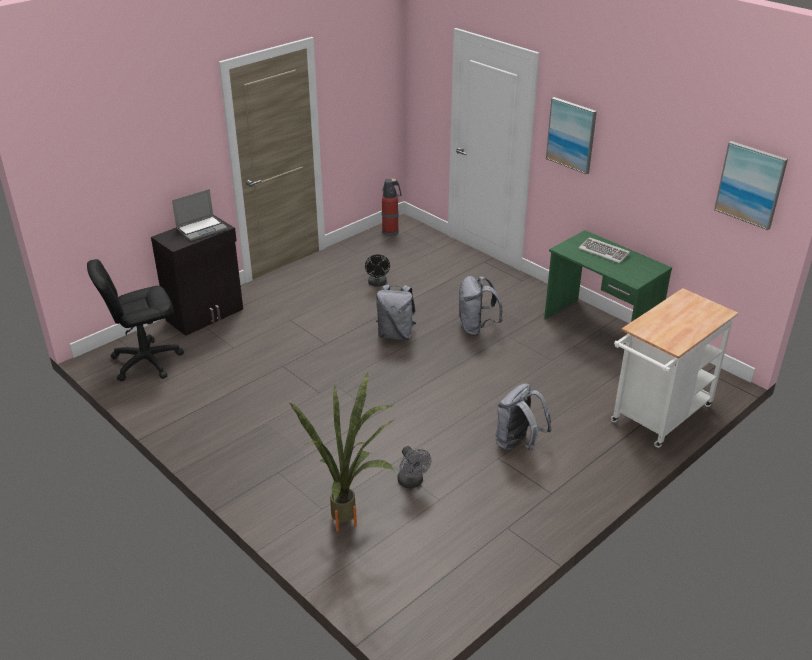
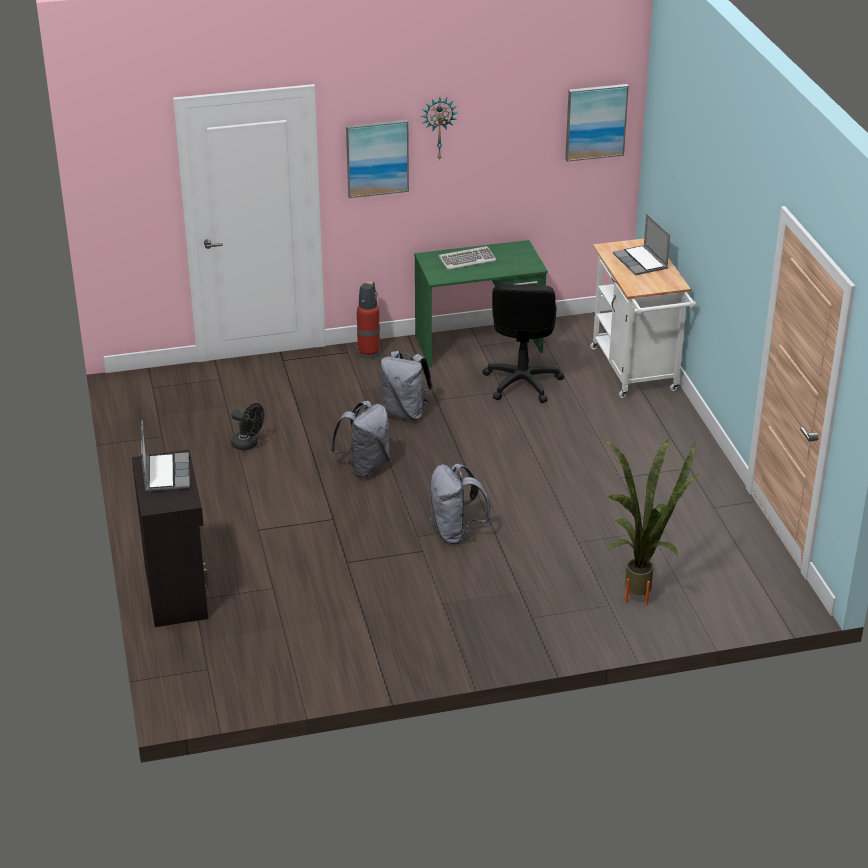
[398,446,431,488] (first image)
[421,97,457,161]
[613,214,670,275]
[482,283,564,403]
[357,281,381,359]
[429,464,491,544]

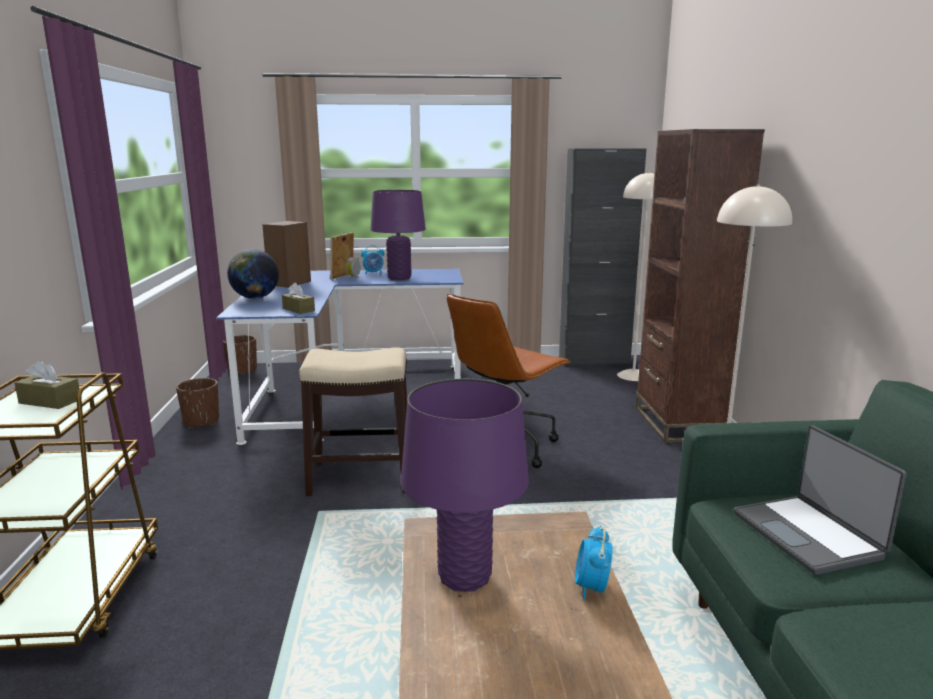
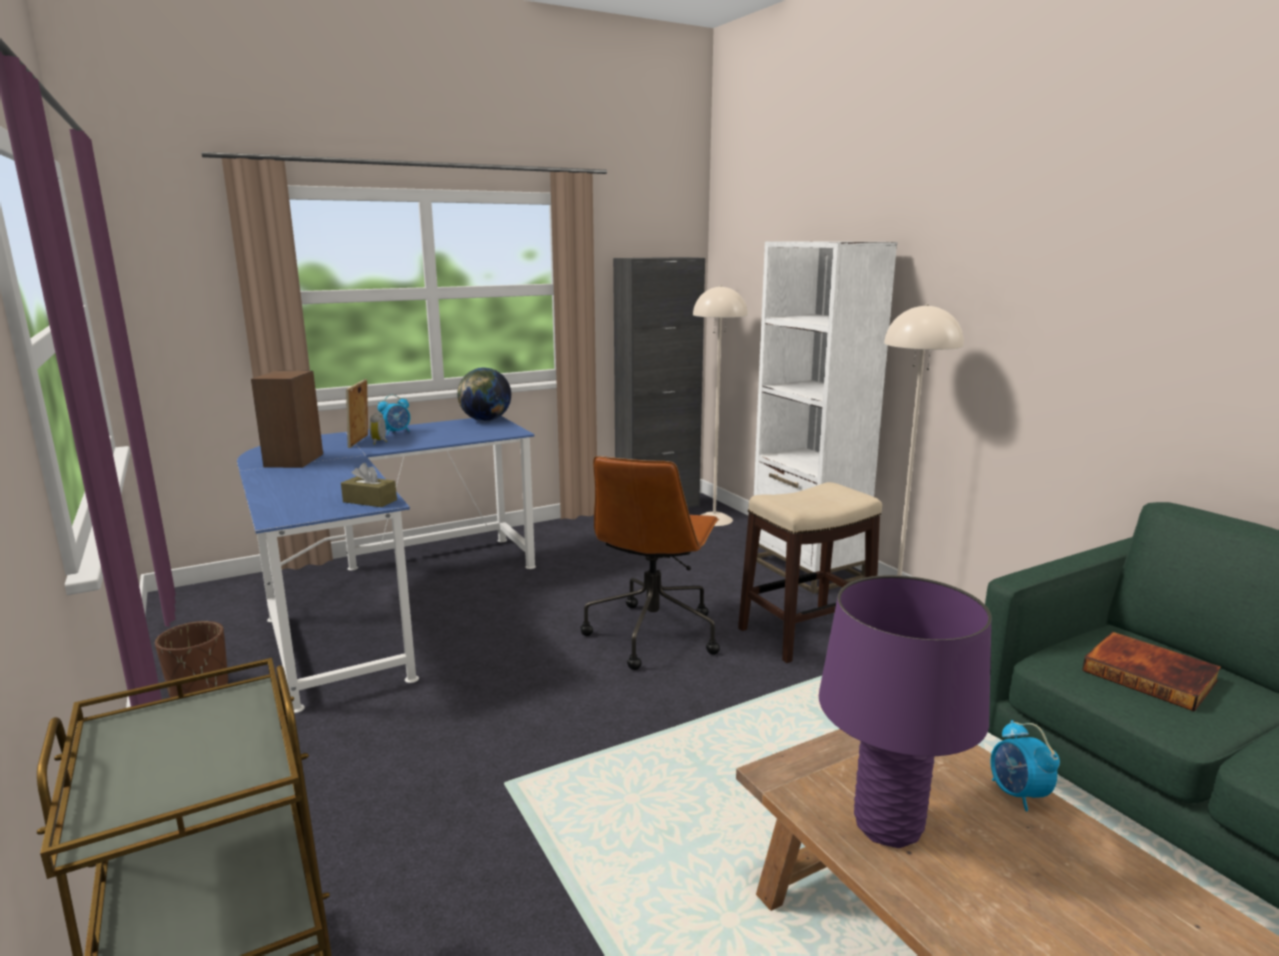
[15,360,79,409] (first image)
[223,335,257,375] (first image)
[370,190,426,280] (first image)
[457,368,511,422]
[738,482,882,663]
[1082,632,1221,712]
[754,241,898,594]

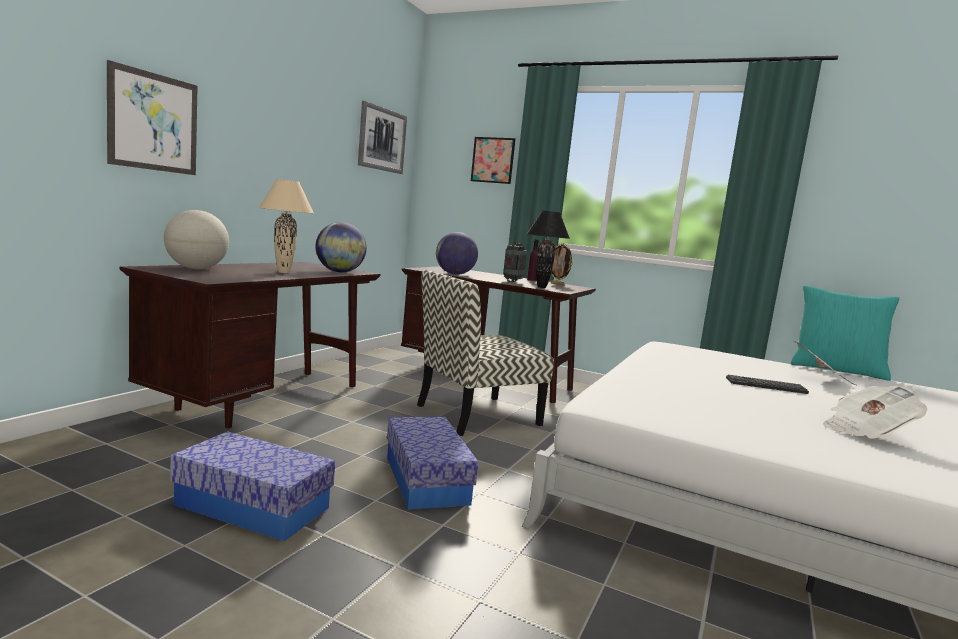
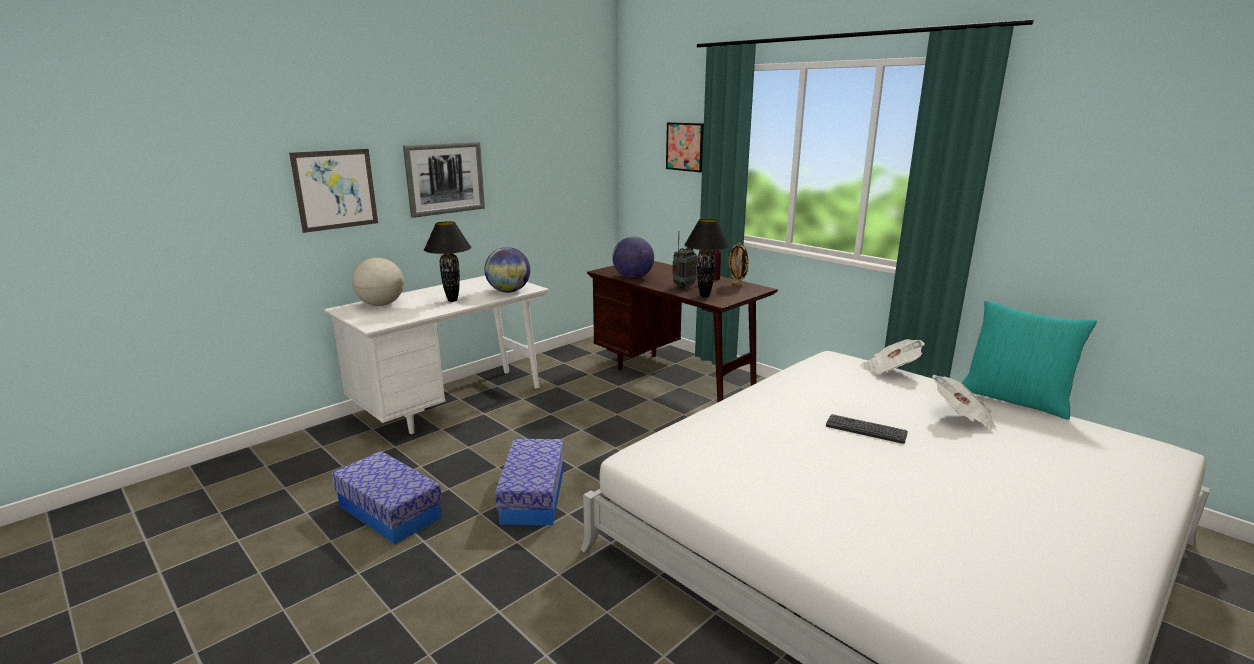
[417,270,554,436] (first image)
[403,142,485,218]
[860,339,925,375]
[324,276,549,434]
[424,221,471,302]

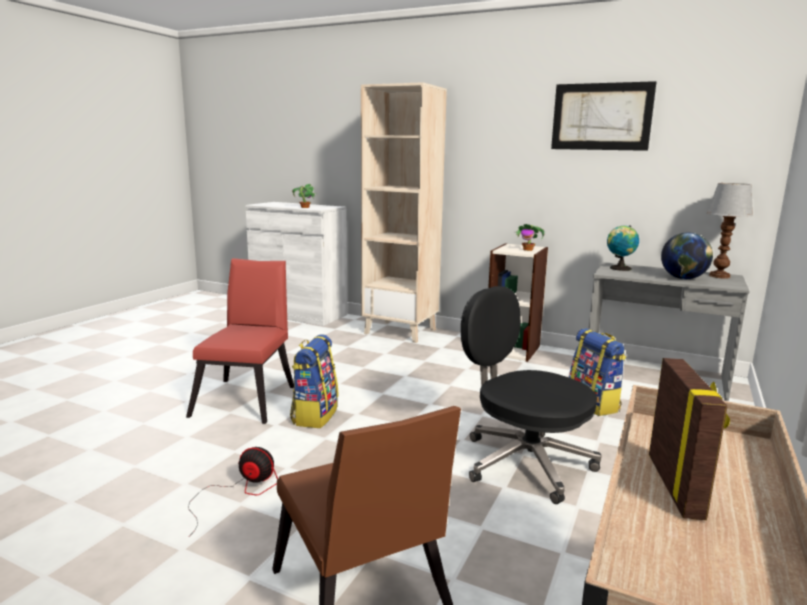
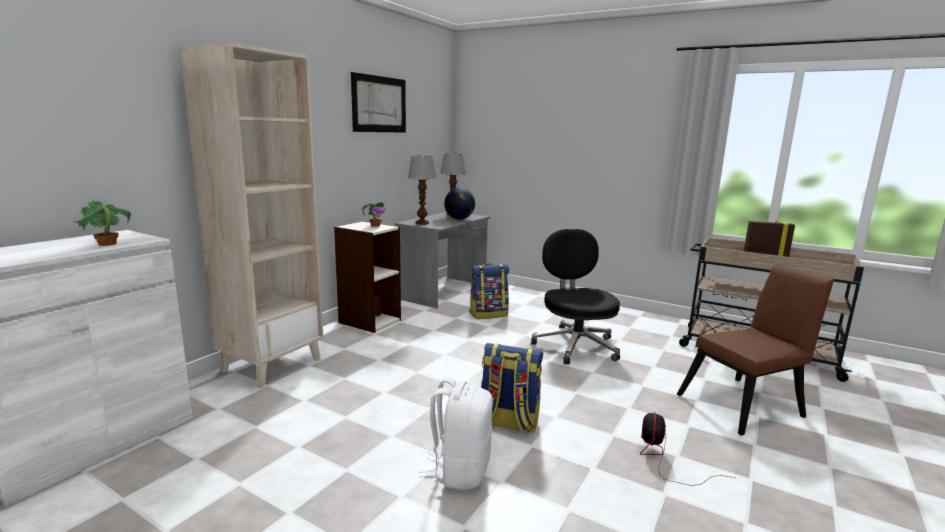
[419,377,493,490]
[408,155,437,225]
[531,229,620,364]

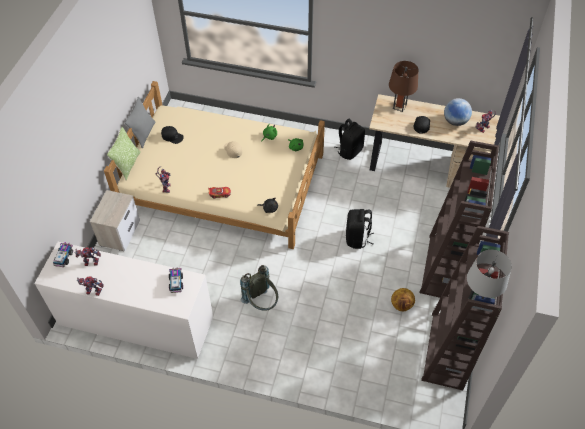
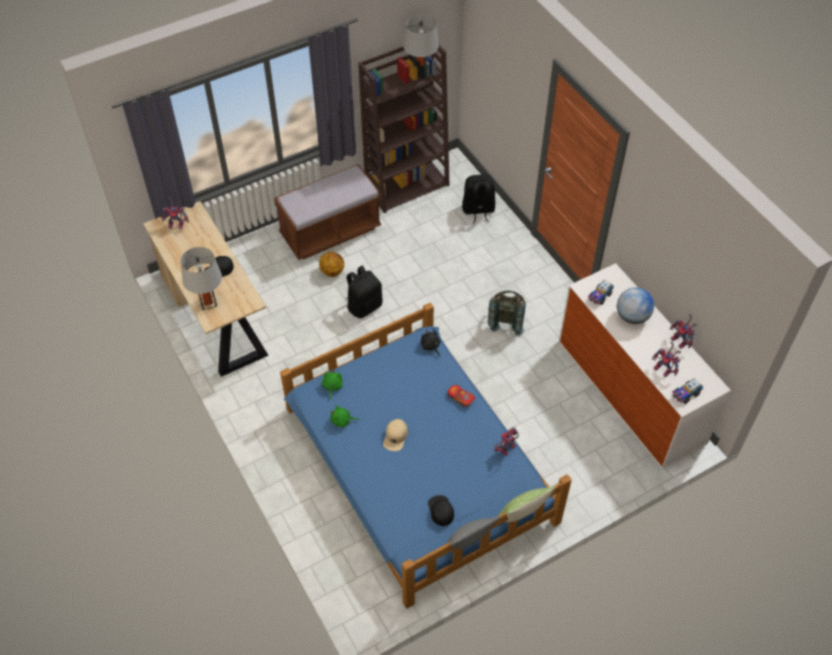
[90,190,140,251] (first image)
[462,174,495,223]
[319,252,344,277]
[617,287,654,324]
[274,164,381,260]
[280,303,572,609]
[181,247,222,310]

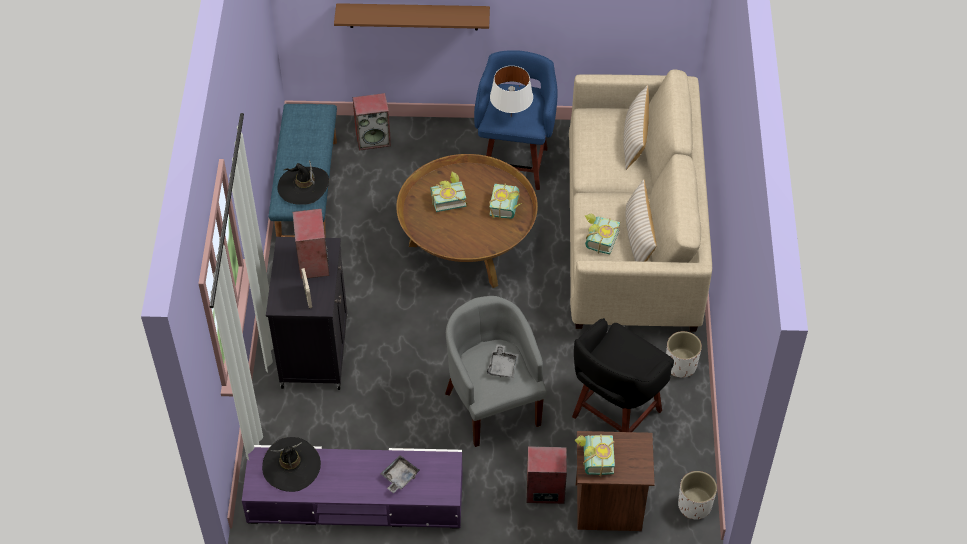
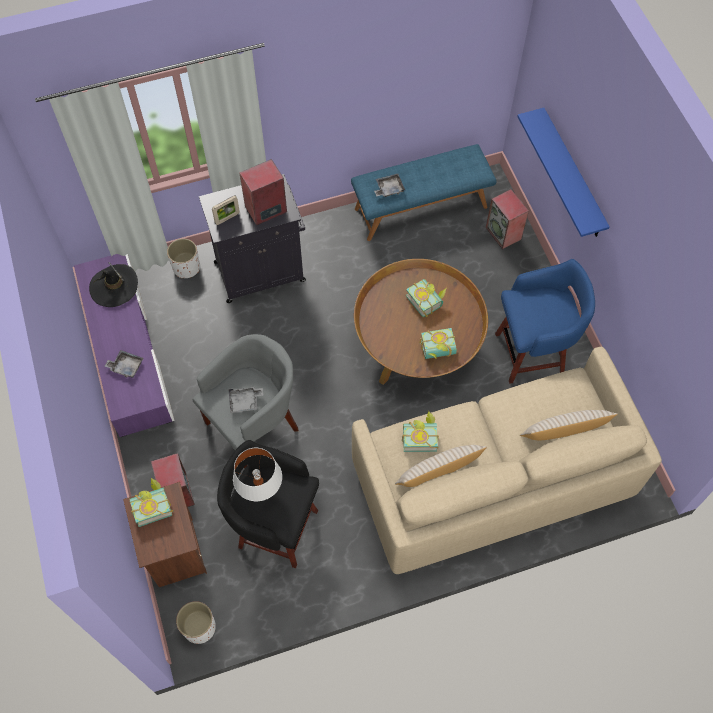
[233,448,282,501]
[167,238,200,278]
[374,174,406,197]
[517,108,610,237]

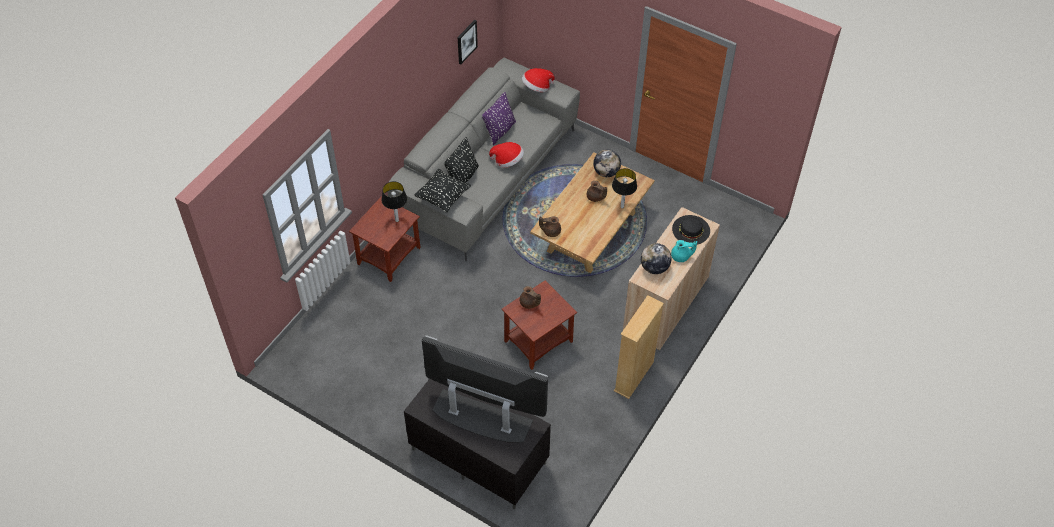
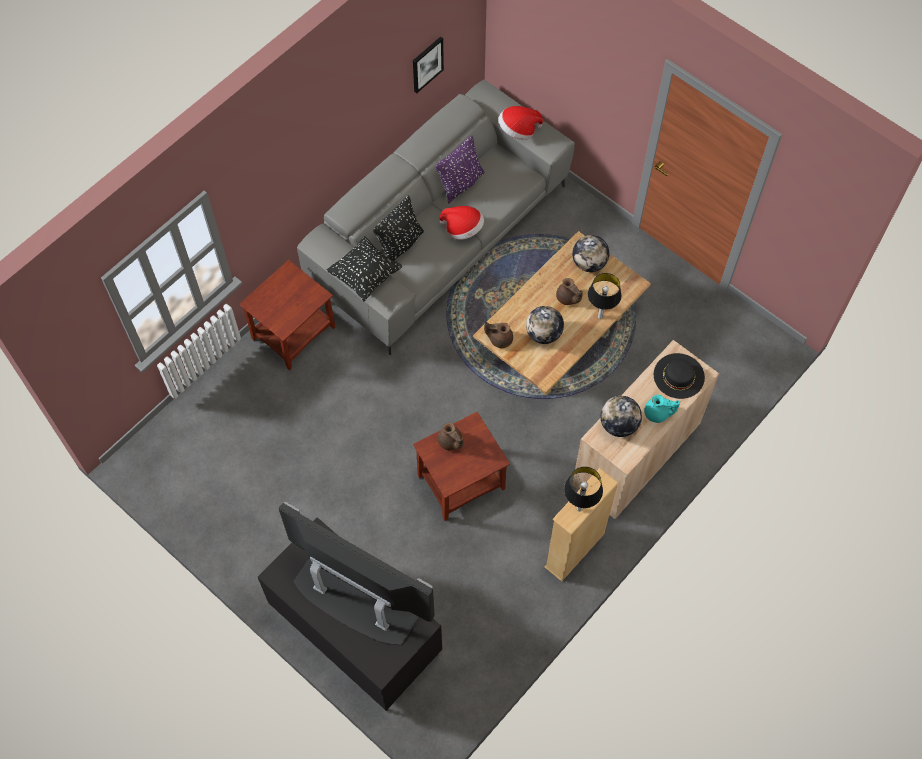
[526,306,564,344]
[564,467,603,511]

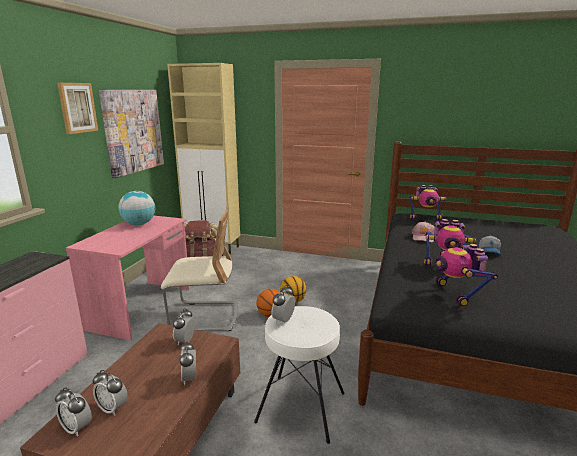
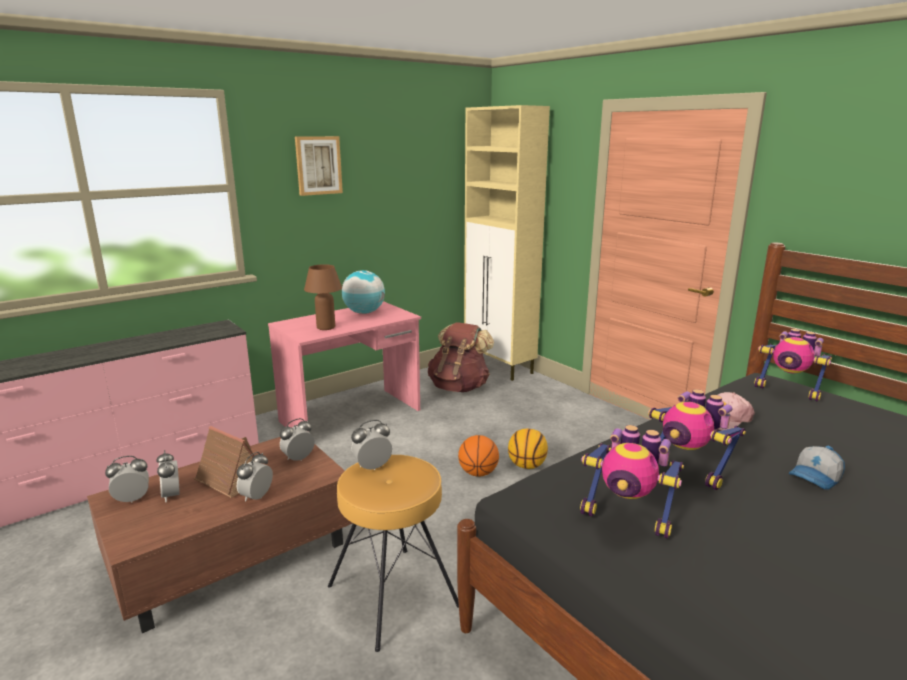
[99,90,164,178] (first image)
[161,205,238,331] (first image)
[193,426,256,498]
[304,264,342,330]
[328,455,459,652]
[105,456,149,503]
[580,425,684,539]

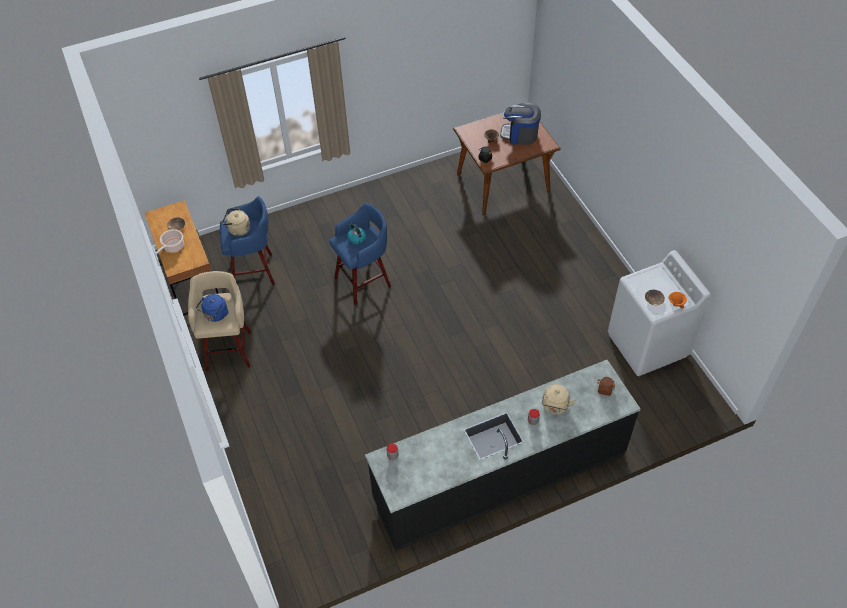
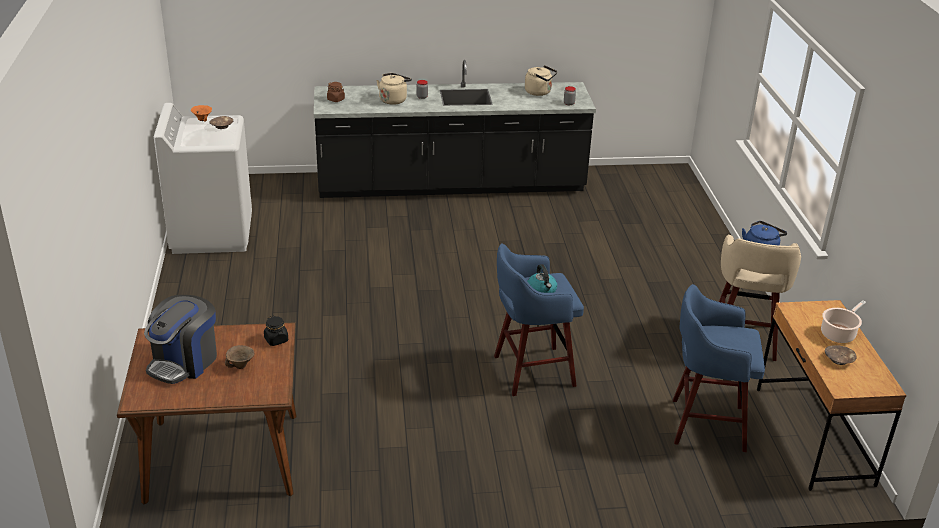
[525,65,557,96]
[144,295,217,384]

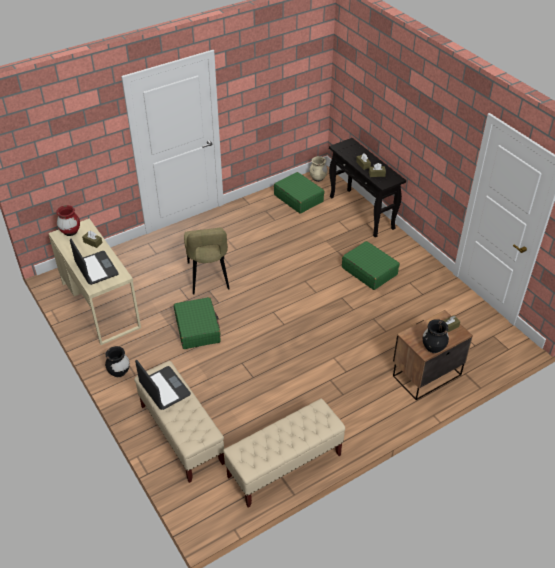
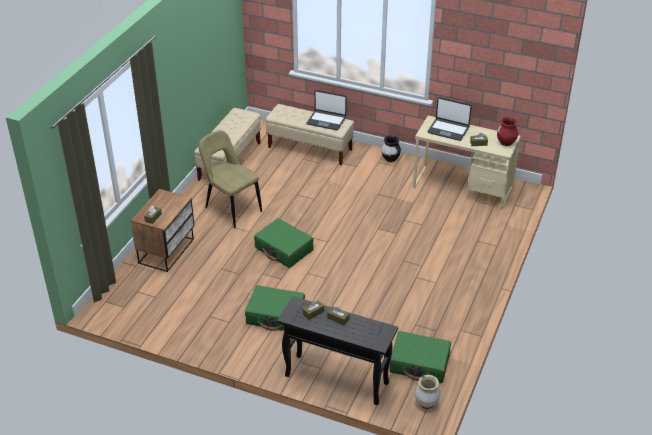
[423,319,449,353] (first image)
[254,218,314,268]
[198,130,262,228]

